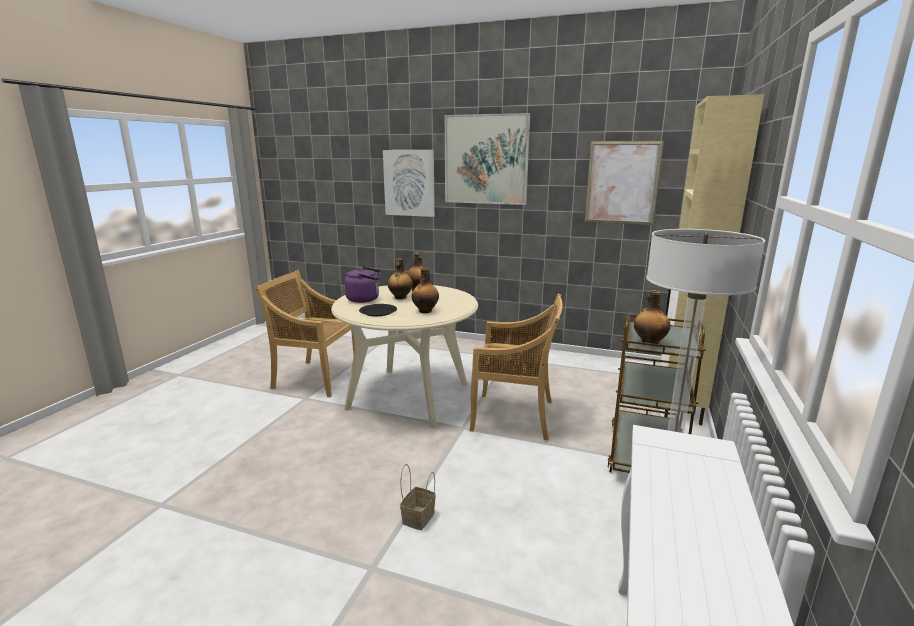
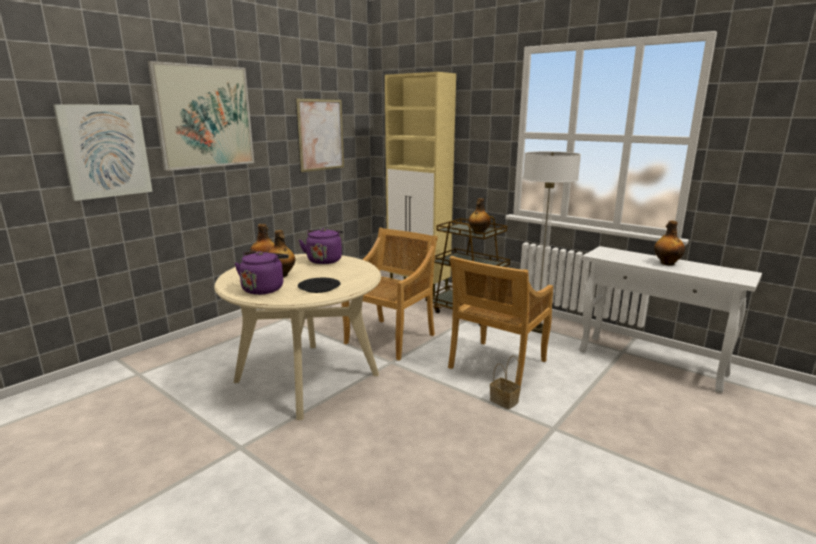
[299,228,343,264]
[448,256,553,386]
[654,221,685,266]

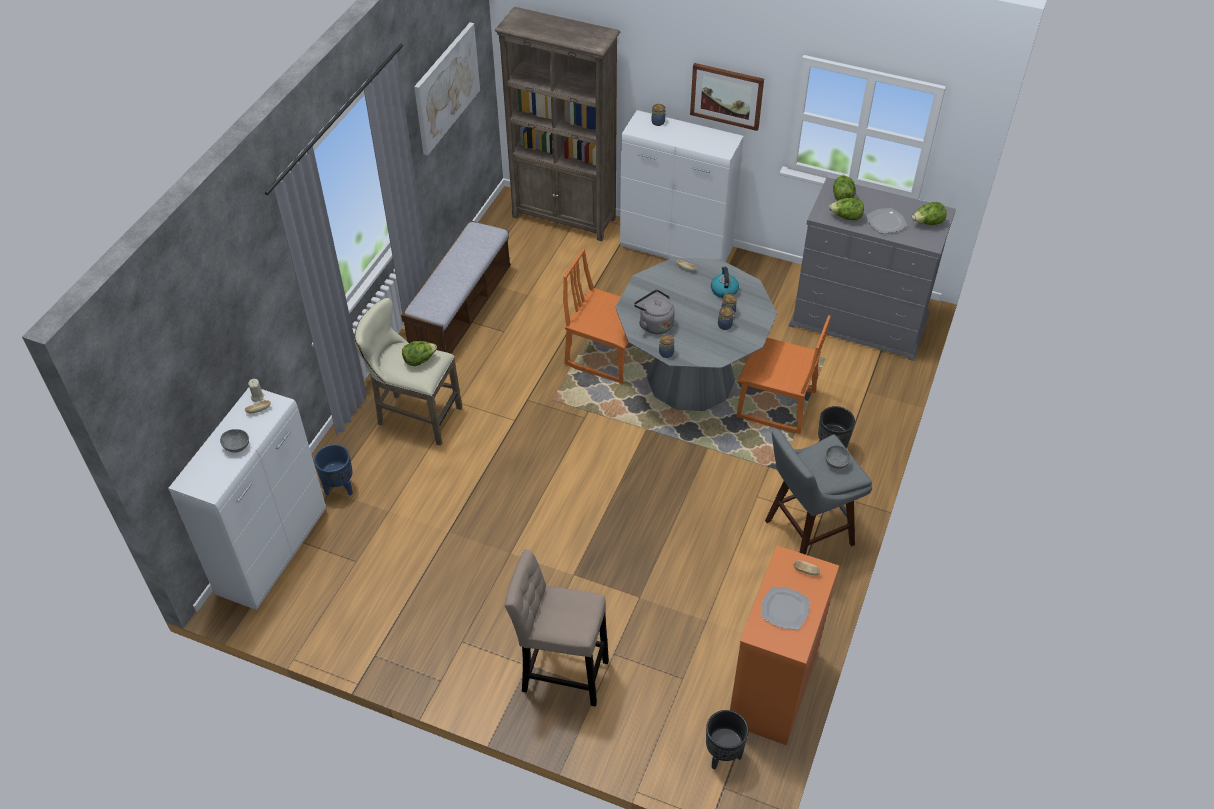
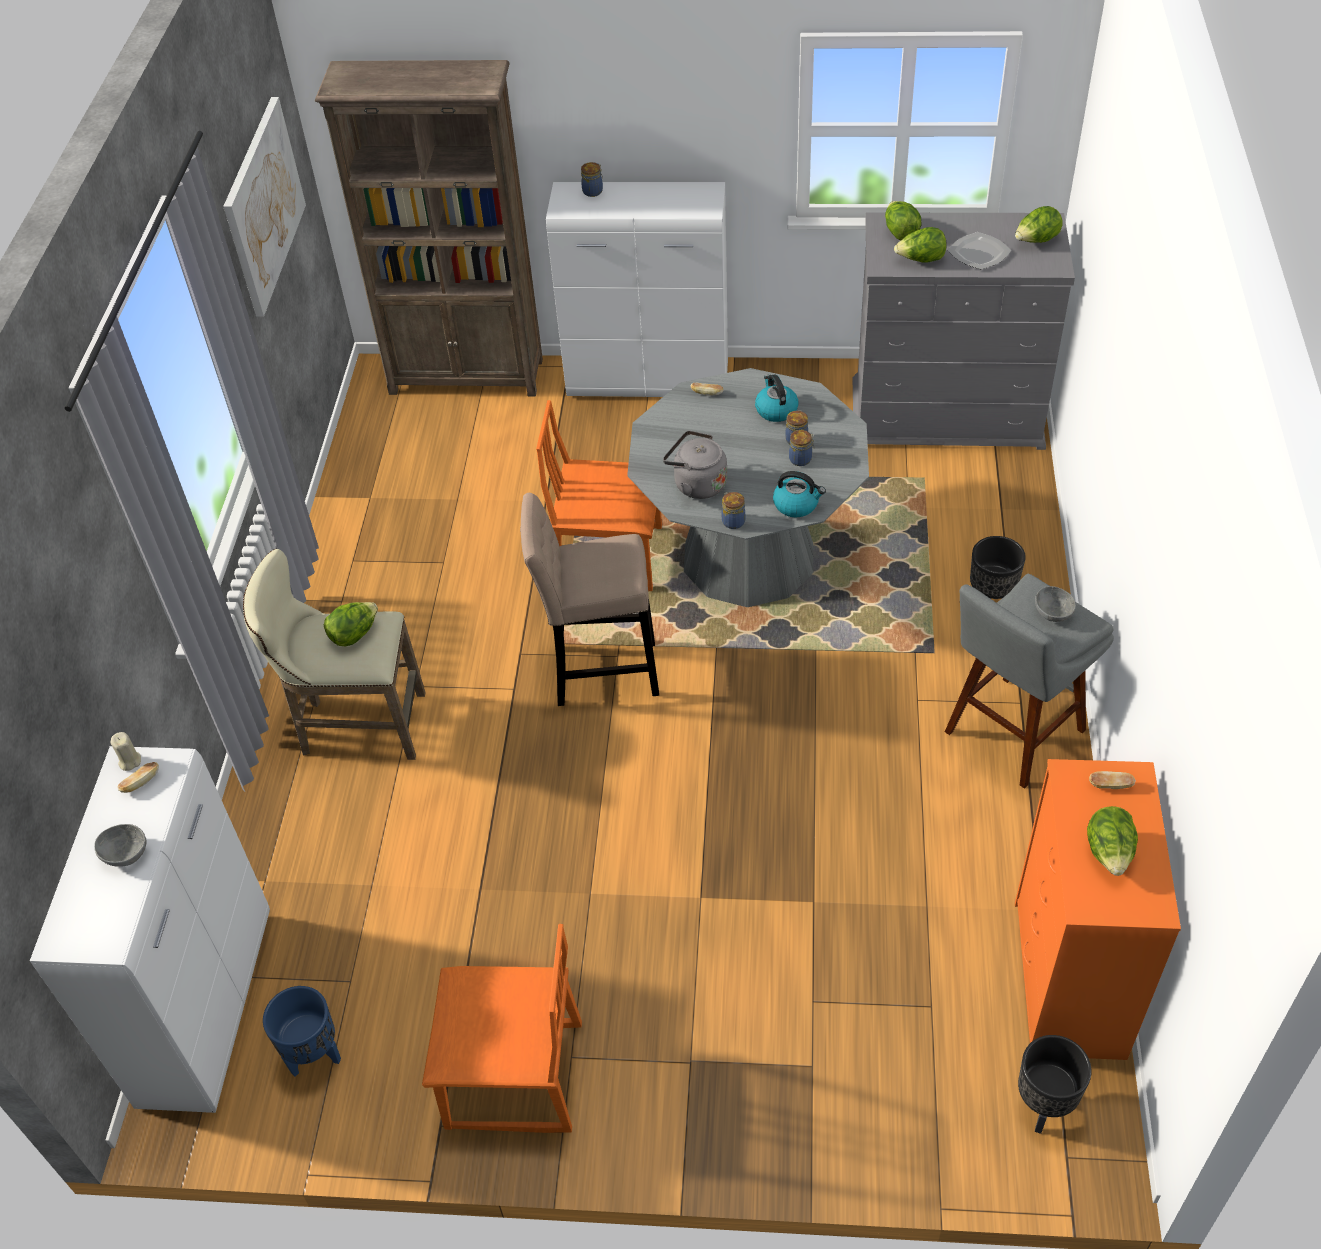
[401,220,511,354] (first image)
[690,63,764,131] (first image)
[773,471,826,517]
[263,986,341,1077]
[520,493,659,706]
[422,924,582,1133]
[1087,806,1138,876]

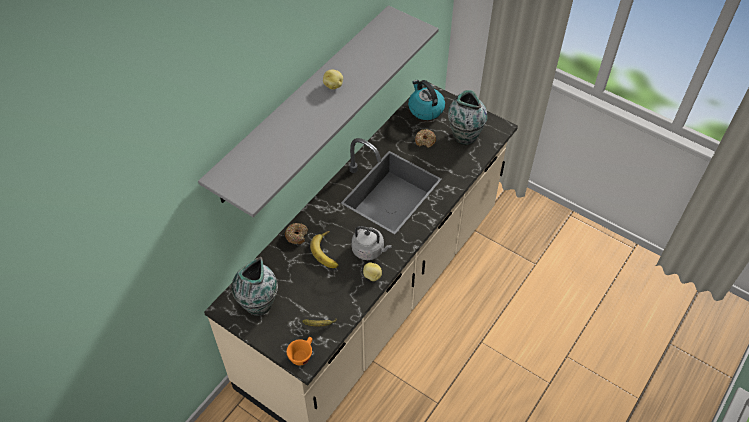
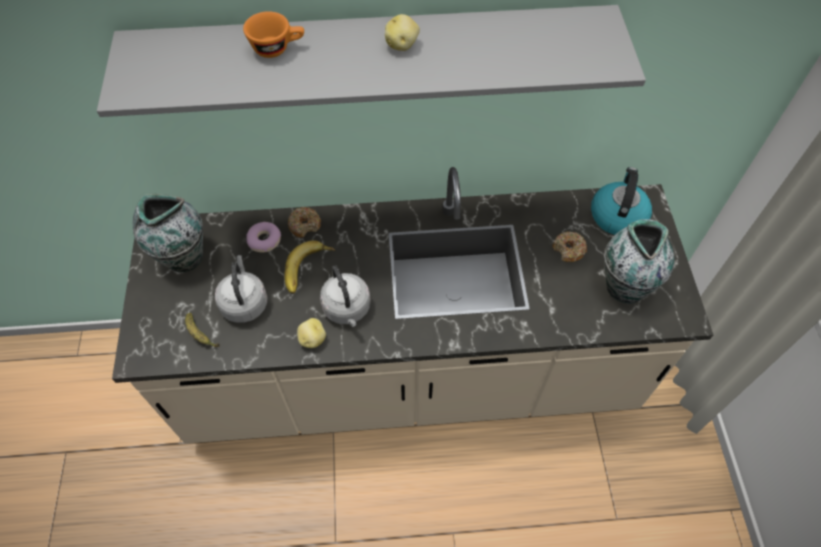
[215,255,268,323]
[246,222,281,252]
[243,11,304,58]

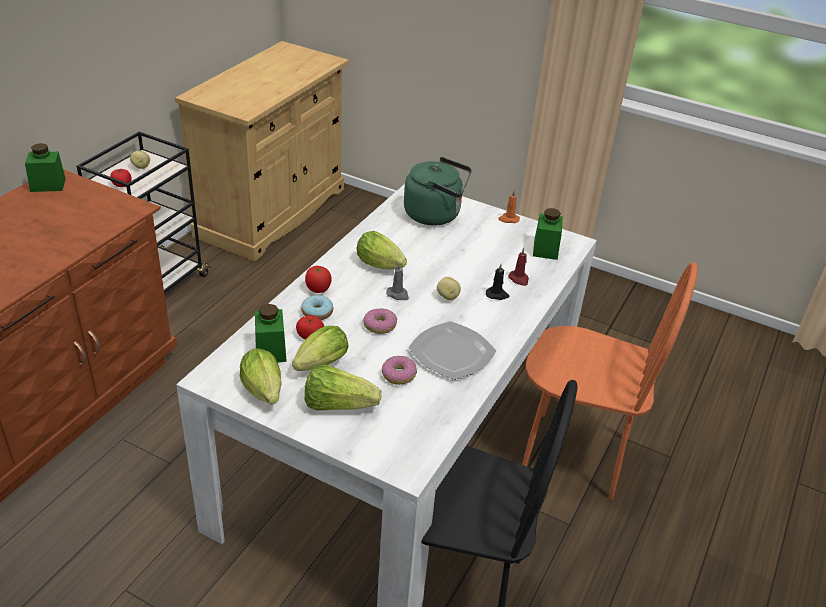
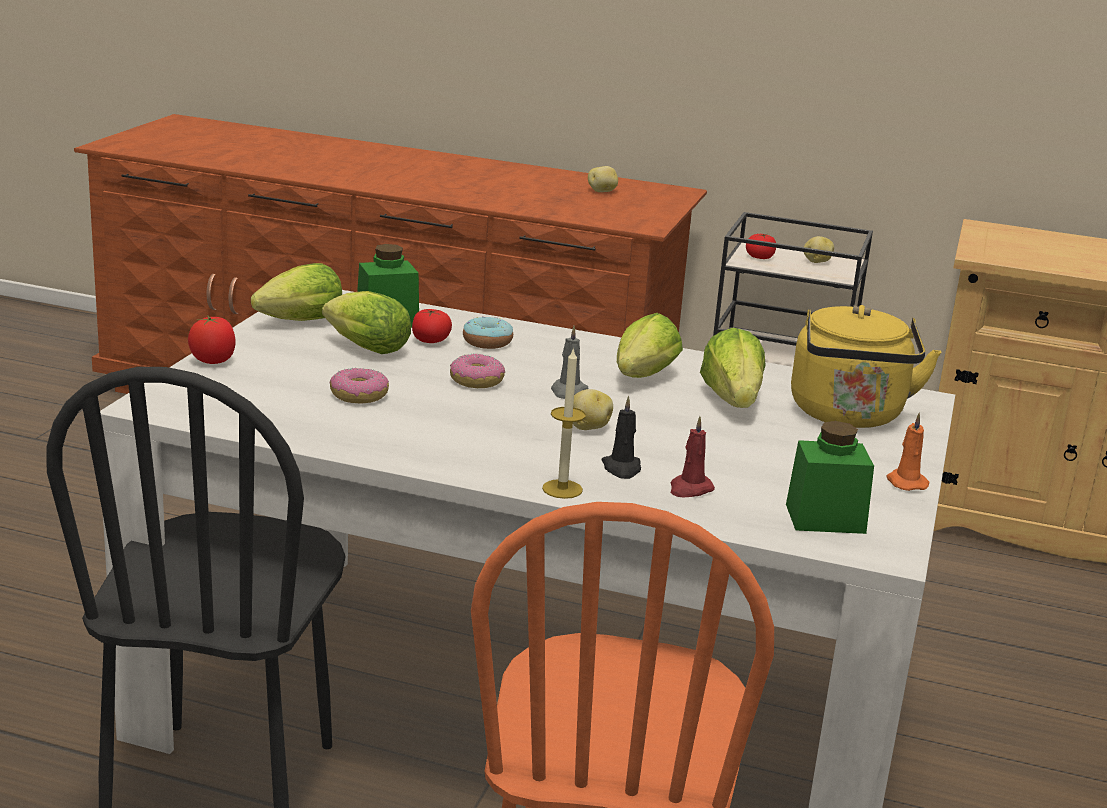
[25,143,66,192] (first image)
[408,321,496,380] (first image)
[542,347,586,499]
[588,166,618,192]
[188,316,236,364]
[700,328,766,408]
[791,305,941,428]

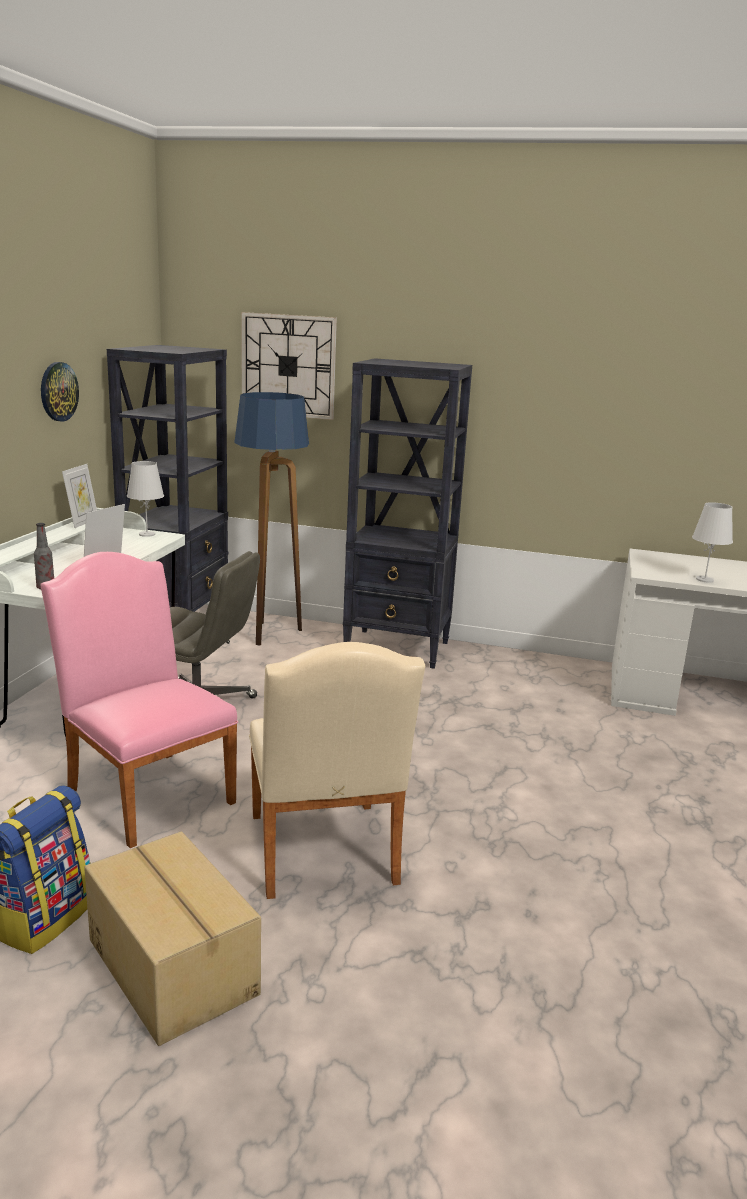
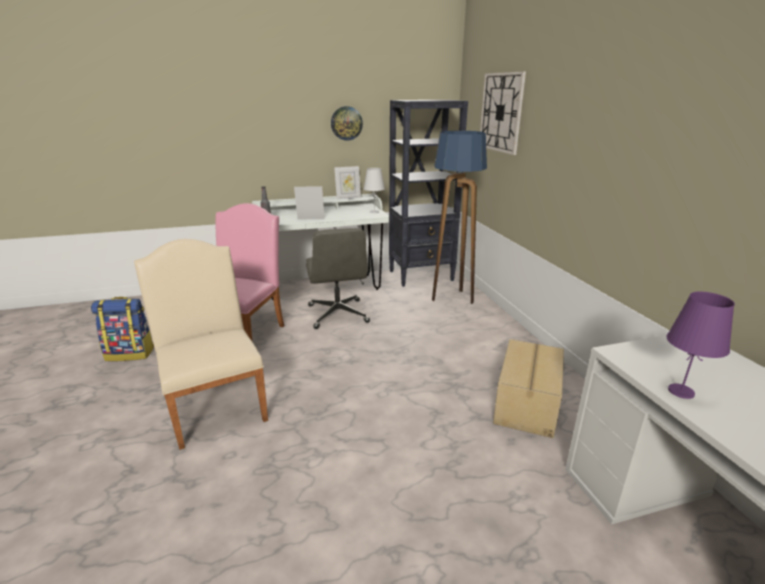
[343,358,472,669] (first image)
[493,339,564,438]
[666,292,735,399]
[134,239,268,450]

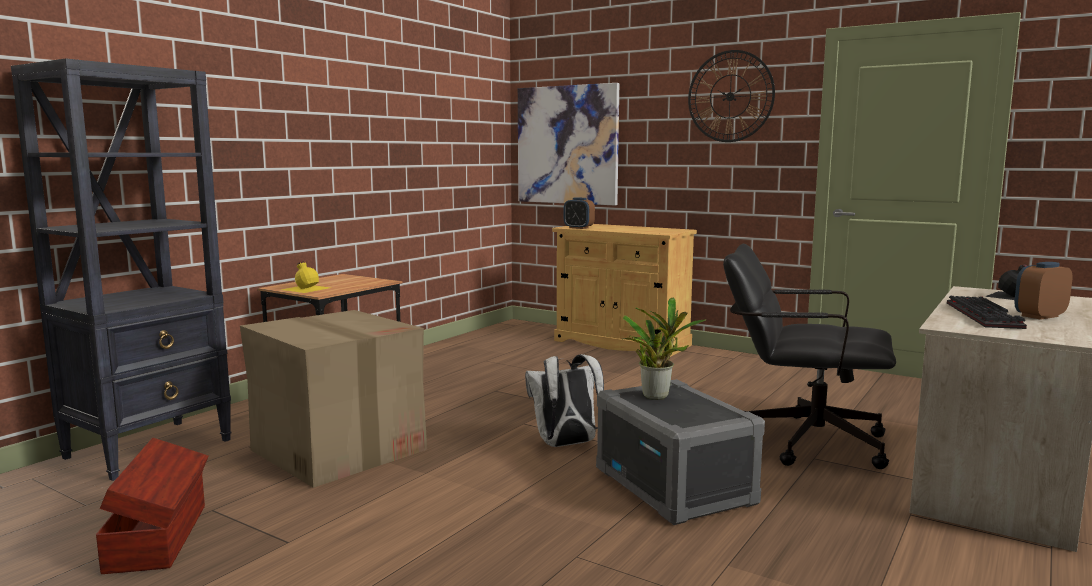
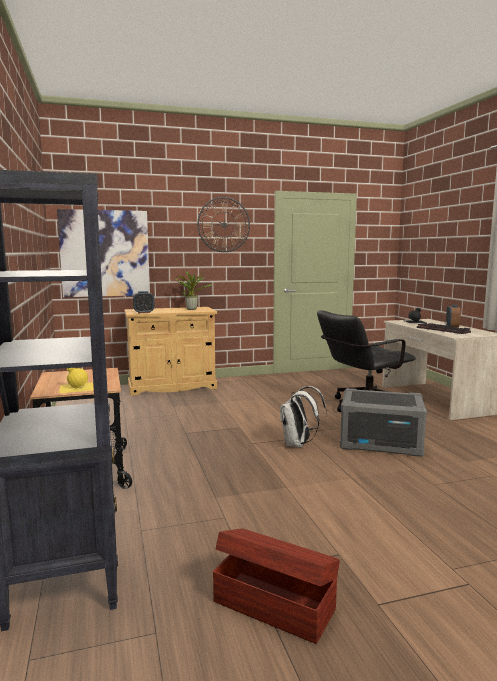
[240,310,427,488] (first image)
[175,271,212,310]

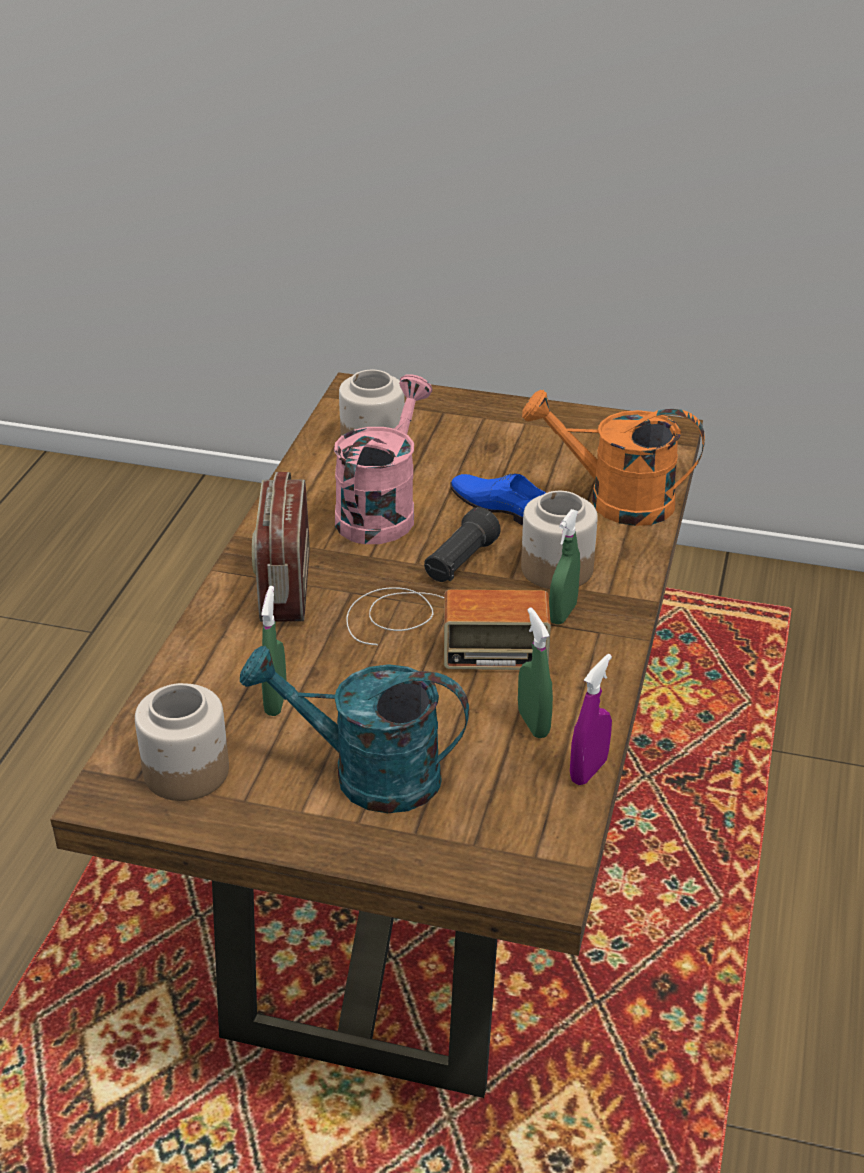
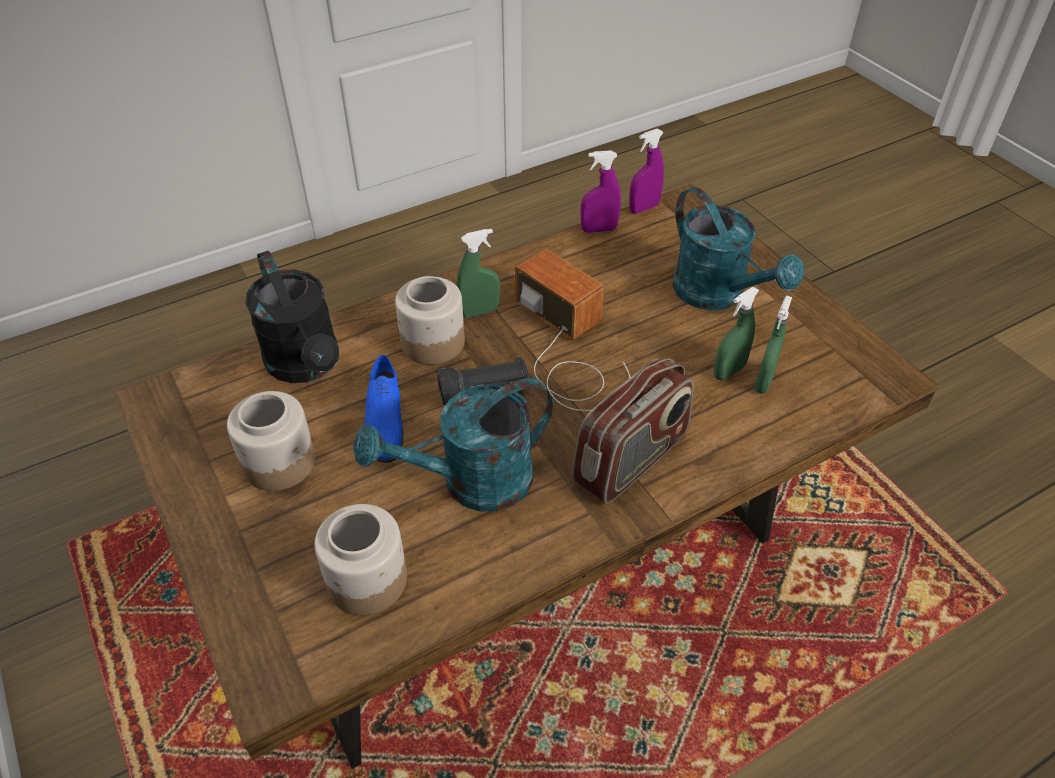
[629,129,664,214]
[227,391,315,491]
[754,296,792,394]
[354,378,553,511]
[245,251,339,383]

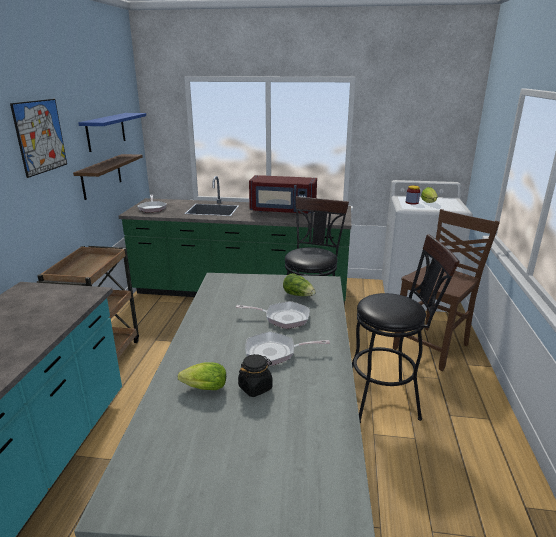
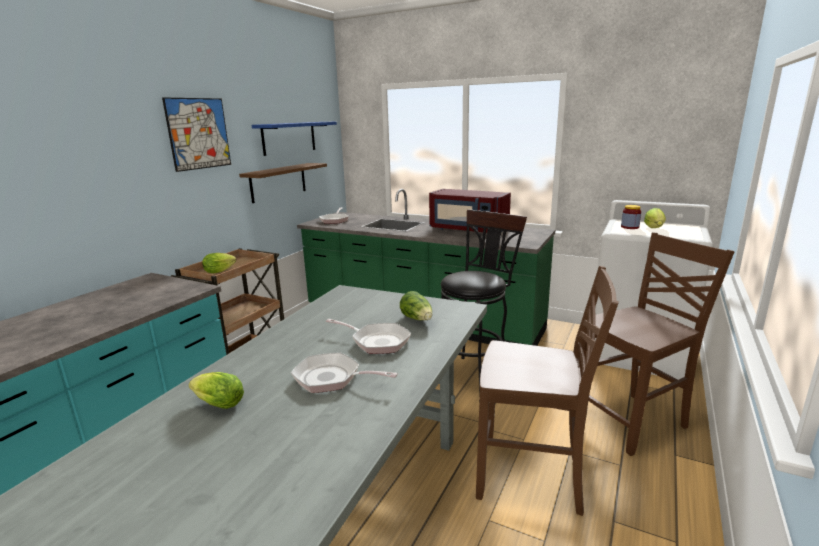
[238,354,273,397] (first image)
[202,253,236,273]
[476,266,619,516]

